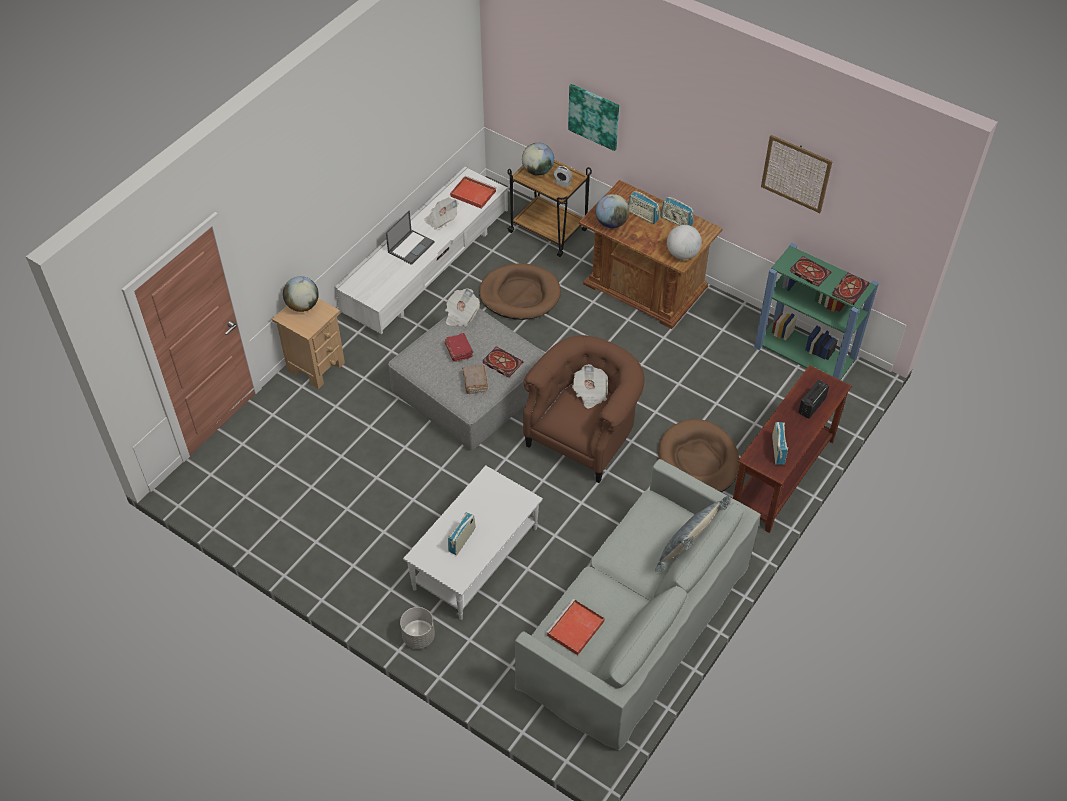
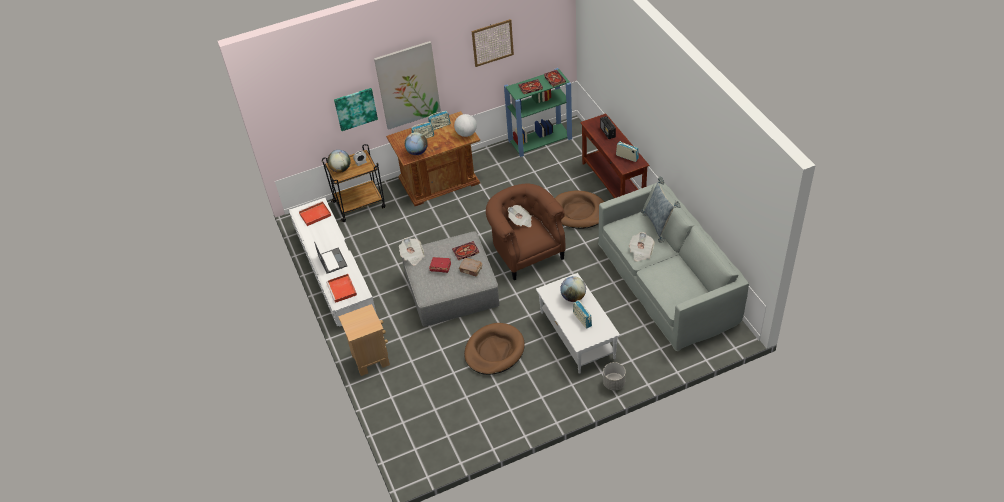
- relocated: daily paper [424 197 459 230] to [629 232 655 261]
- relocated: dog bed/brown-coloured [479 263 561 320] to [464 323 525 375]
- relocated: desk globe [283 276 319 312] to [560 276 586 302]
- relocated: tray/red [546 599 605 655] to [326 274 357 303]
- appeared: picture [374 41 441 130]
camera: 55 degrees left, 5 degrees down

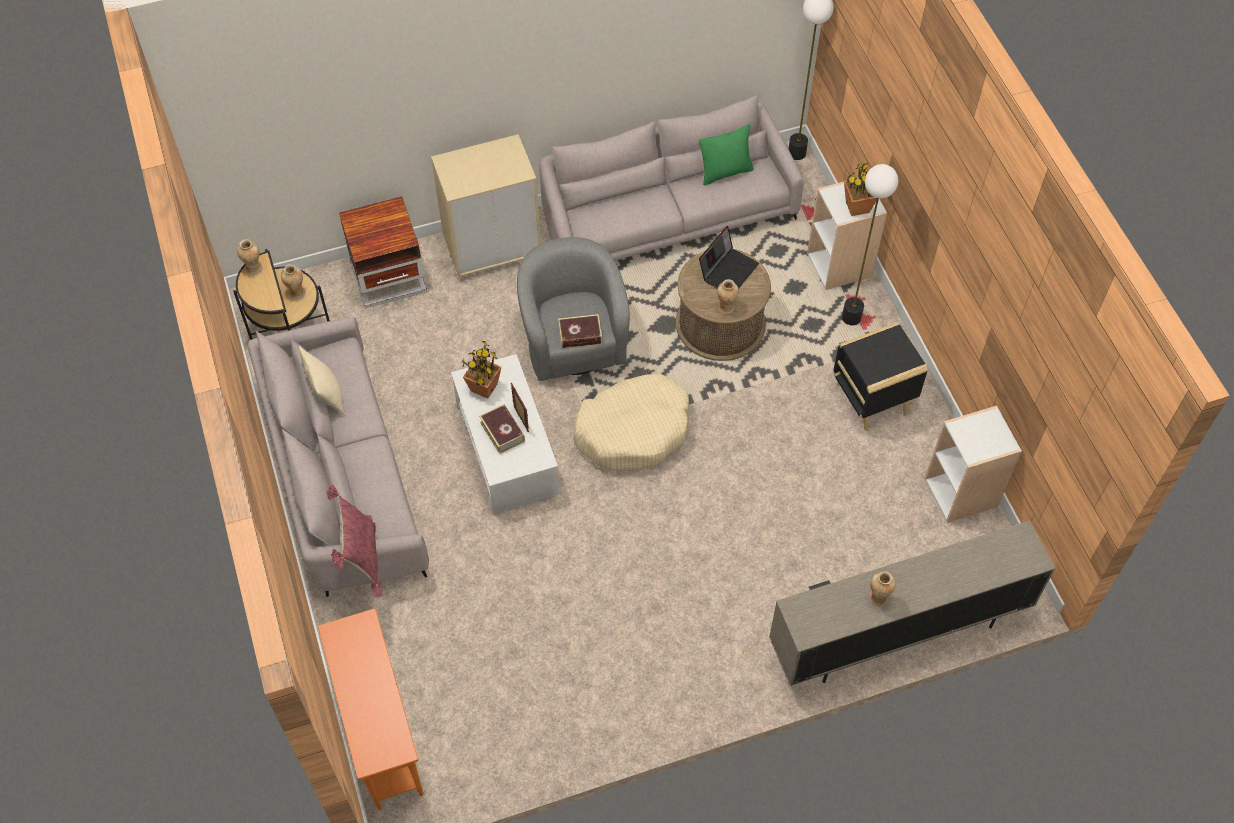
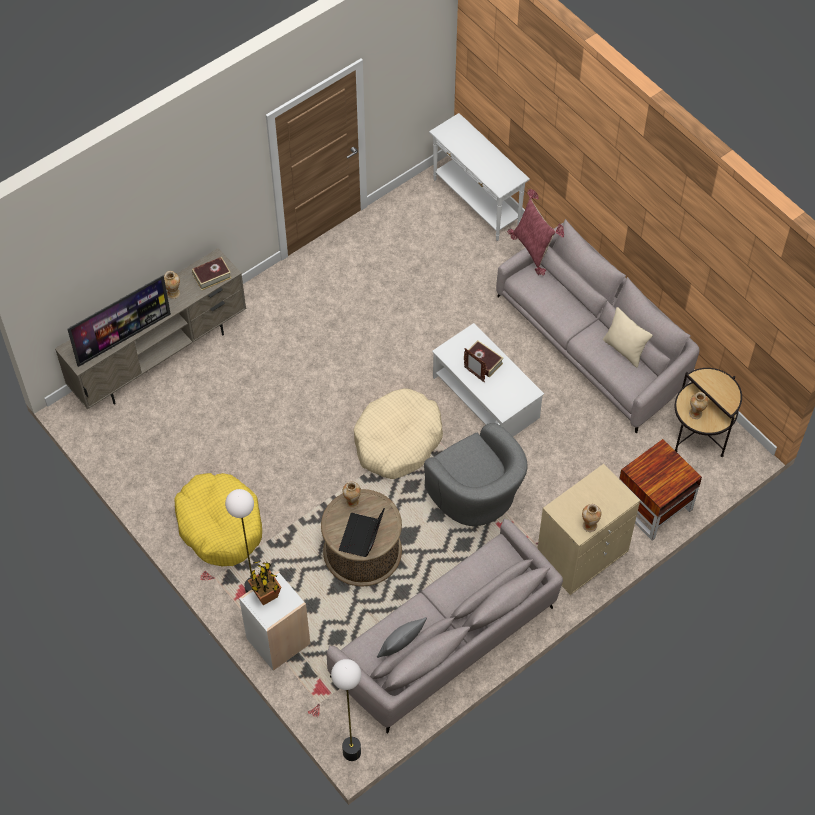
- colour: pillow/green [699 124 753 186] to pillow/gray [377 617 427 658]
- relocated: flower vase [237 239 262 275] to [582 504 601 532]
- relocated: book [558 314 602 348] to [192 257 231 290]
- exchanged: side table/blackish [833 322 928 431] to dog bed/yellow-coloured [174 473 262 566]
- missing: houseplant [462 341 502 399]
- missing: bookcase [925 406 1022 523]
- colour: narrow table/orange-coloured [318 608 423 810] to narrow table/white [429 113 530 241]
- appeared: TV [68 275 171 367]
camera: 160 degrees right, 0 degrees up

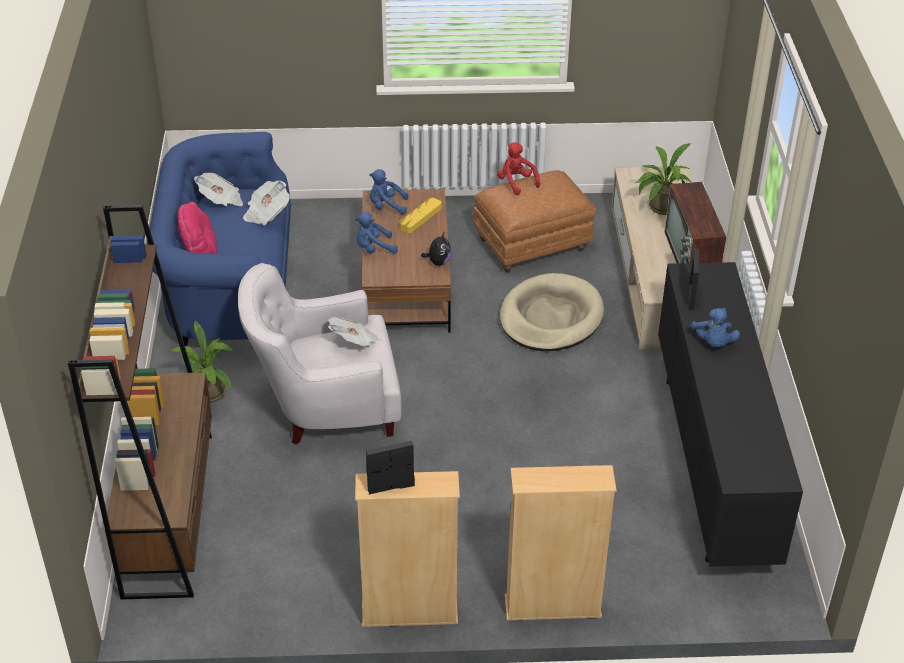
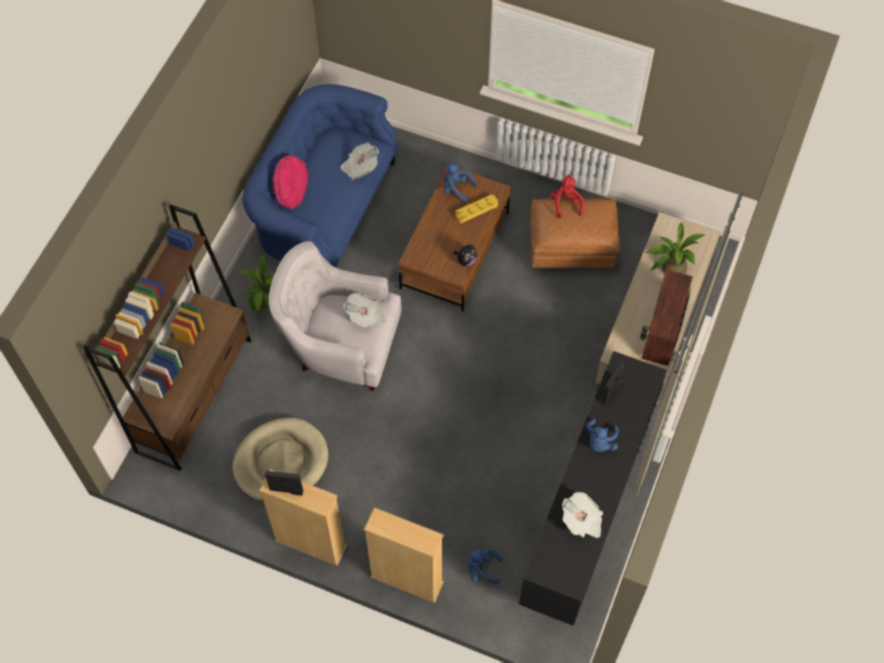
- relocated: daily paper [194 173 243 206] to [562 492 603 538]
- relocated: cuddly toy/blue-coloured [355 212 398 254] to [467 549 503 584]
- relocated: dog bed/sand-coloured [500 273 604 351] to [232 418 328 502]
camera: 25 degrees right, 20 degrees up

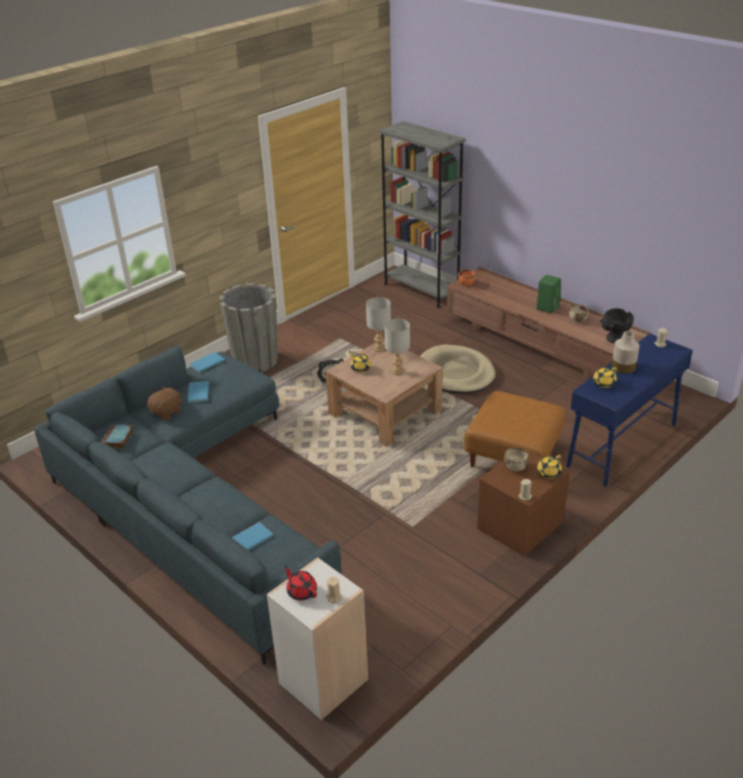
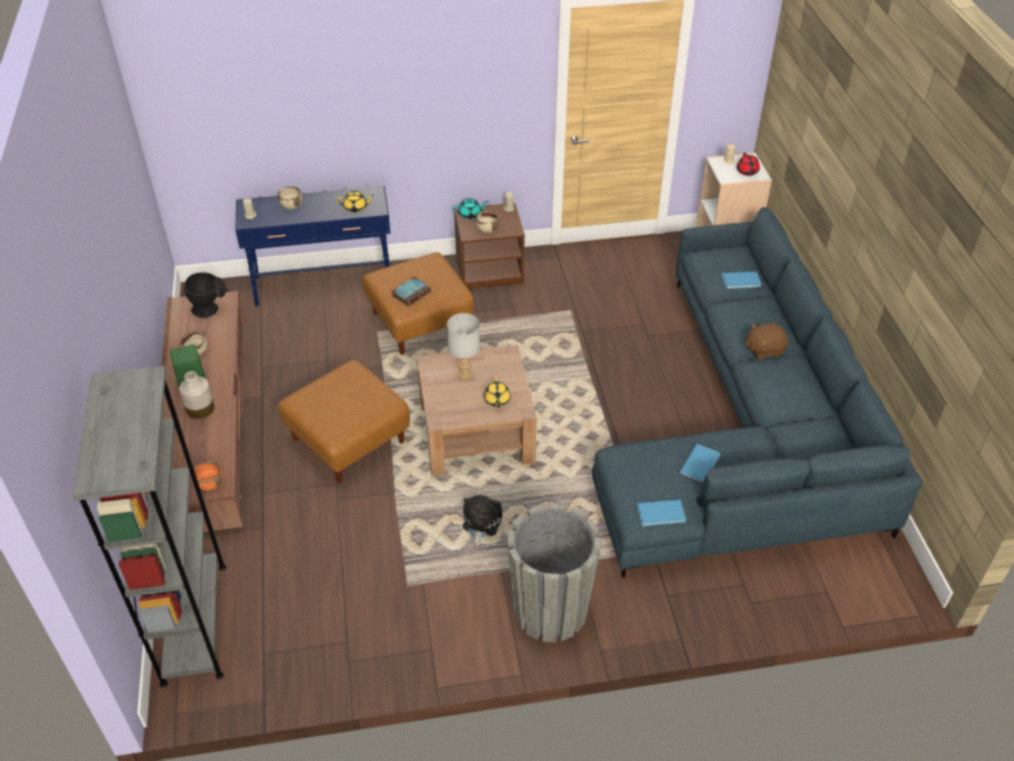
- missing: table lamp/gray [366 297 391 352]
- relocated: flower vase/sand-coloured [612 331 640 374] to [179 371 215 419]
- exchanged: dog bed/sand-coloured [420 345 496 394] to footrest/brown-coloured [278 360 410 484]
- relocated: cuddly toy/brown-coloured [147 386 182 420] to [745 323 788 360]
- relocated: book [102 424 133 449] to [392 277 431 307]
- colour: tea pot/yellow-coloured [537 455 562 479] to tea pot/turquoise [453 198 489 219]
- appeared: bowl/sand-coloured [278 186 302 210]
camera: 145 degrees left, 10 degrees up

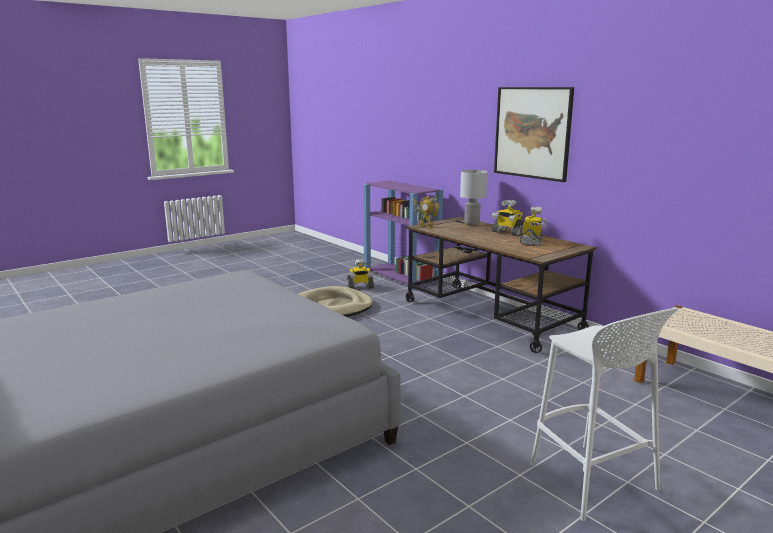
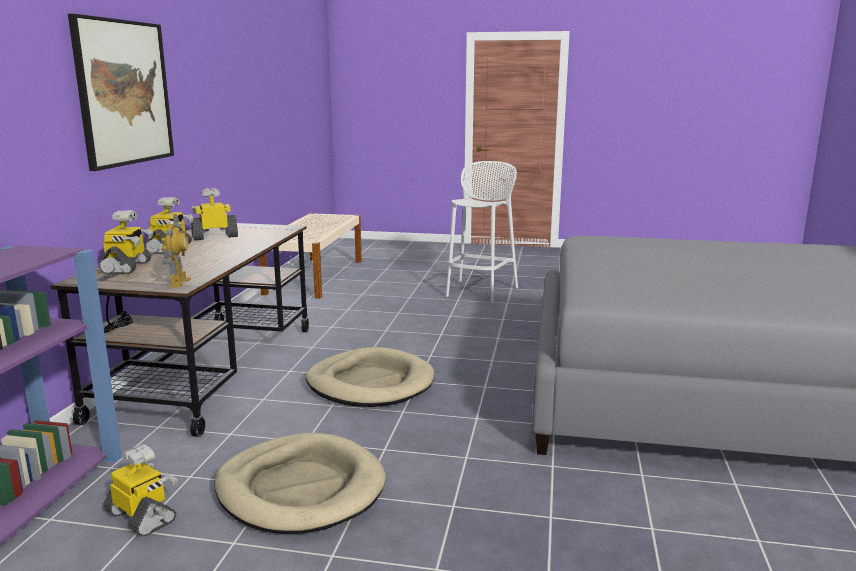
- exchanged: table lamp/gray [460 170 487 225] to robot figure [98 210 153 274]
- appeared: dog bed/sand-coloured [305 347 435 407]
camera: 130 degrees left, 0 degrees up

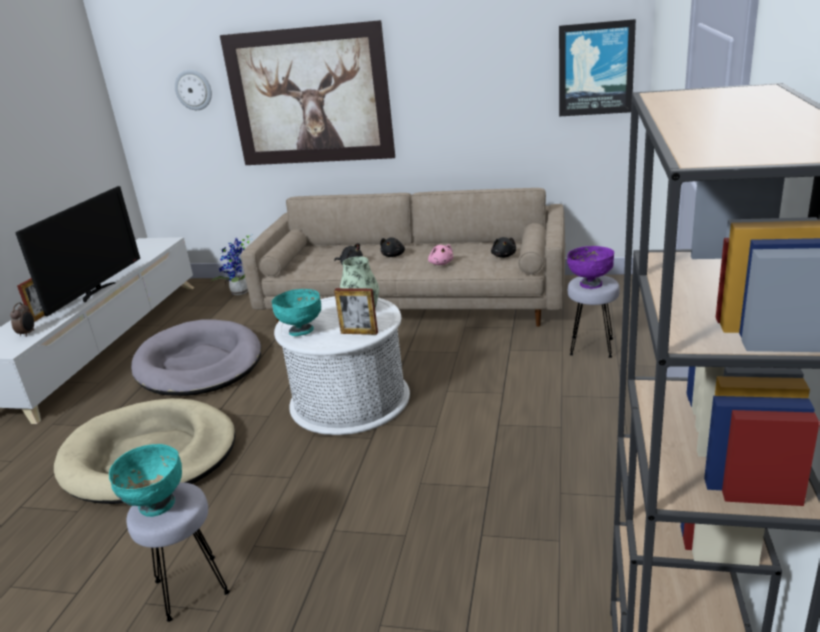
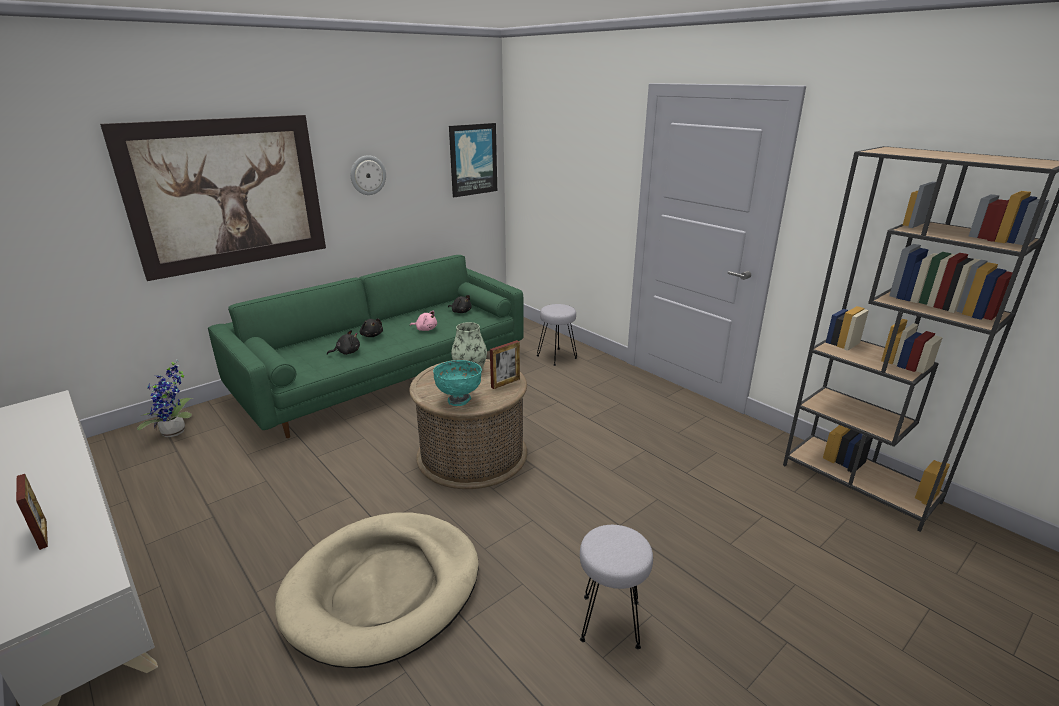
- relocated: clock on the wall [175 70 212 110] to [351 155 386 195]
- missing: TV [15 186 140 316]
- colour: sofa/sand-coloured [241 188 565 327] to sofa/green [208 255 524 438]
- missing: bowl/purplish [567 246 614 289]
- colour: low table/white [274 296 410 435] to low table/brown-coloured [410 359 527 489]
- missing: bedside clock [10 302 34 337]
- missing: dog bed/gray [131 319 261 396]
- missing: bowl/turquoise [109 444 182 517]
camera: 55 degrees left, 0 degrees up

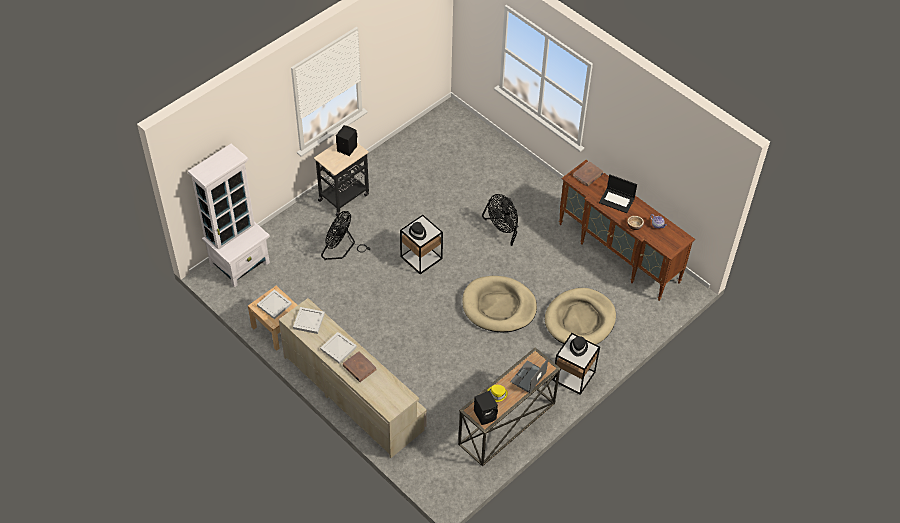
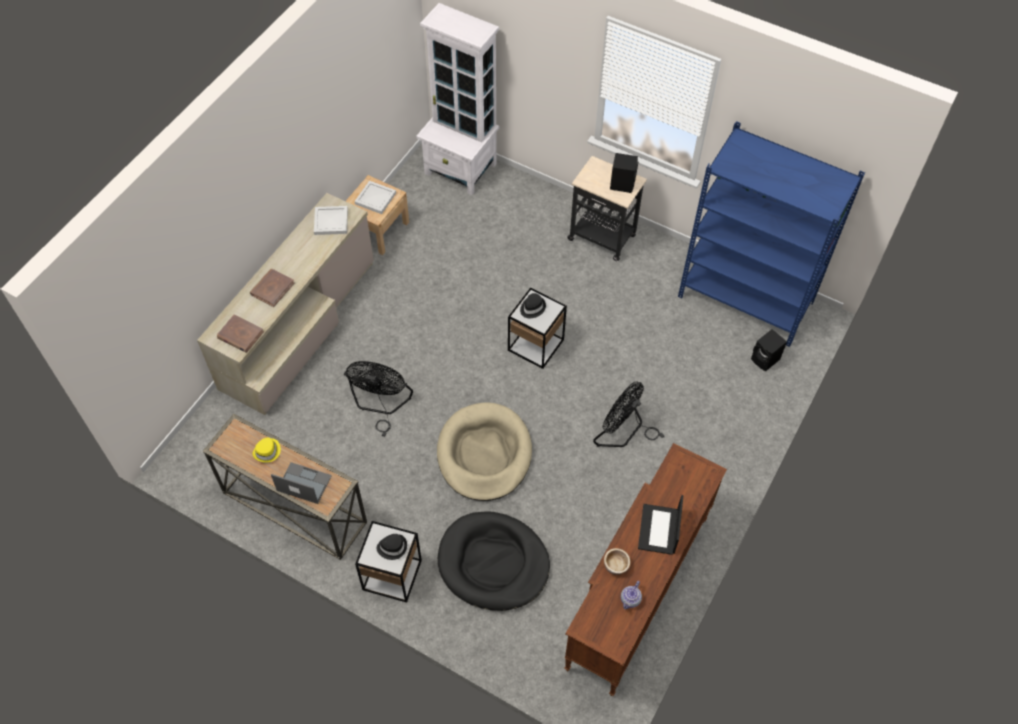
- relocated: book/brown-coloured [573 161 604 186] to [217 315 264 353]
- relocated: fan/blackish [321 211 371 260] to [344 361 413 437]
- colour: dog bed/sand-coloured [545 288 616 345] to dog bed/blackish [438 511 550 611]
- missing: tray/white [320 332 357 364]
- relocated: speaker/blackish [474 391 498 425] to [751 329 787 371]
- appeared: bookcase/blue-coloured [678 121 865 347]
camera: 75 degrees right, 5 degrees up

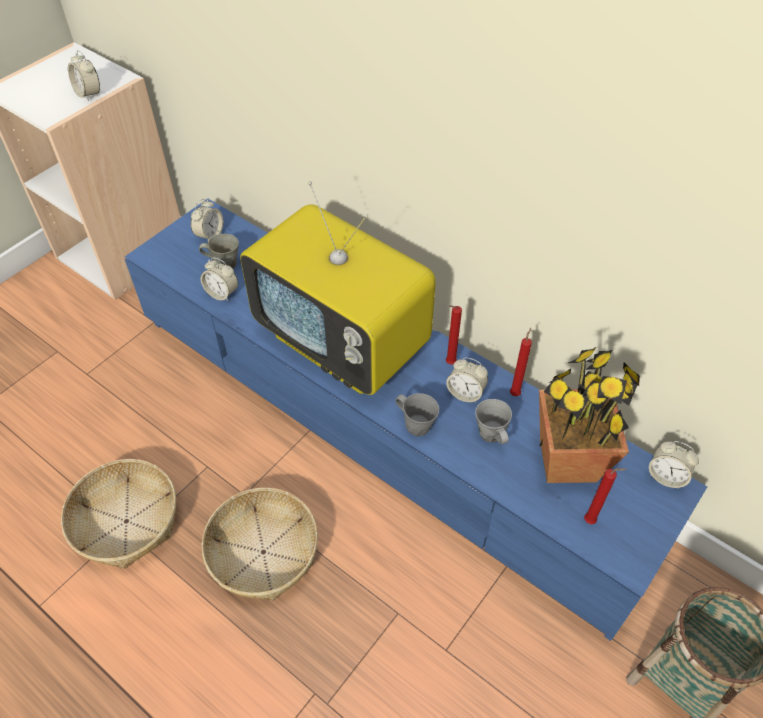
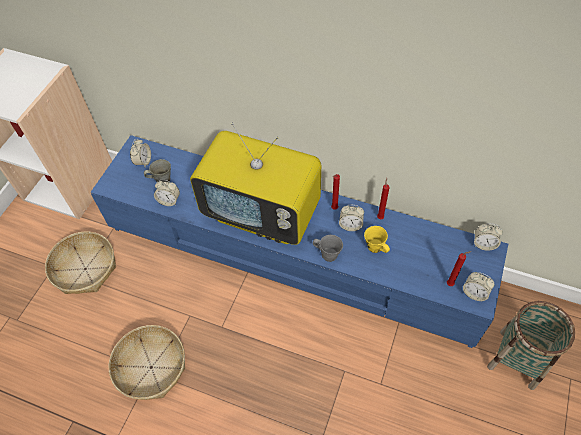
- relocated: bedside clock [68 50 100 101] to [463 272 494 301]
- missing: houseplant [539 347 640 483]
- colour: tea mug/gray [475 399 512 444] to tea mug/yellow-coloured [364 226 390 253]
- relocated: basket [201 488 318 601] to [45 232 116 294]
camera: 15 degrees left, 5 degrees up

